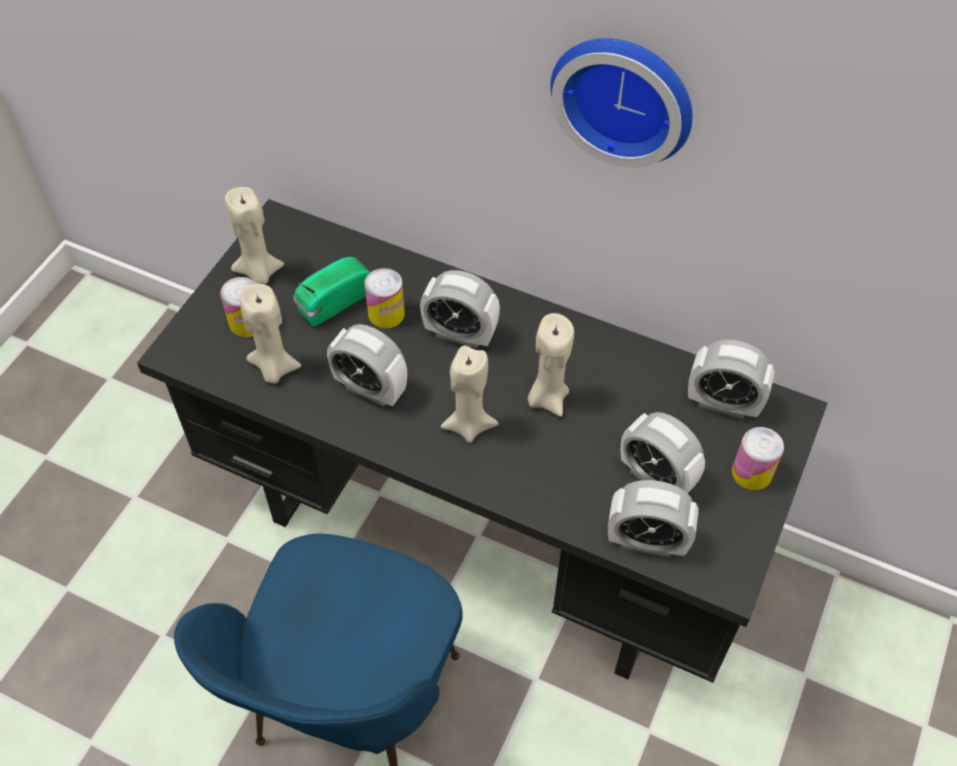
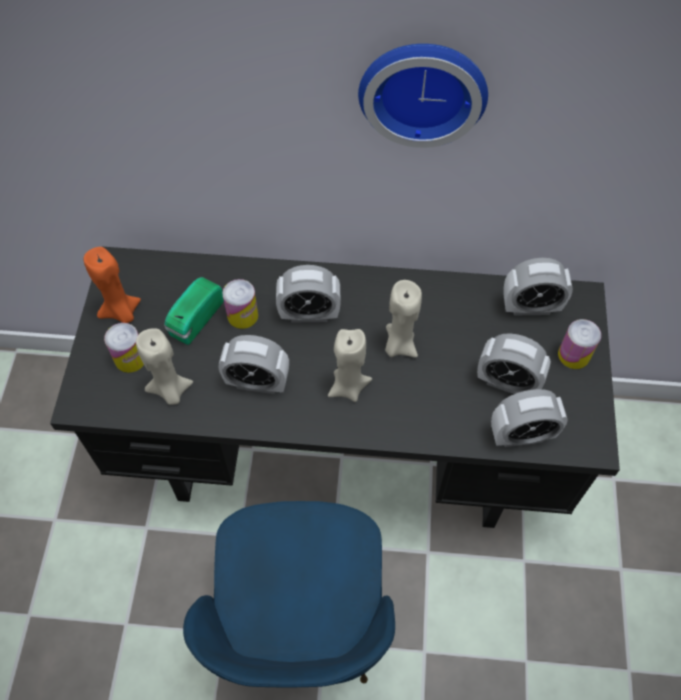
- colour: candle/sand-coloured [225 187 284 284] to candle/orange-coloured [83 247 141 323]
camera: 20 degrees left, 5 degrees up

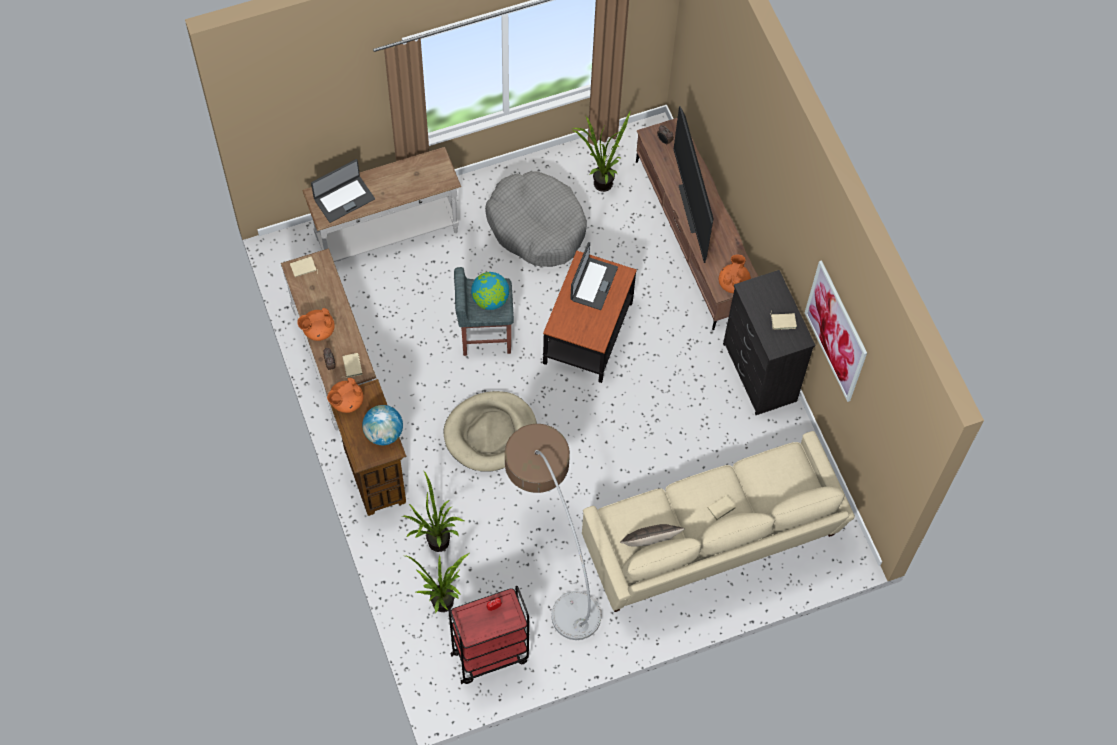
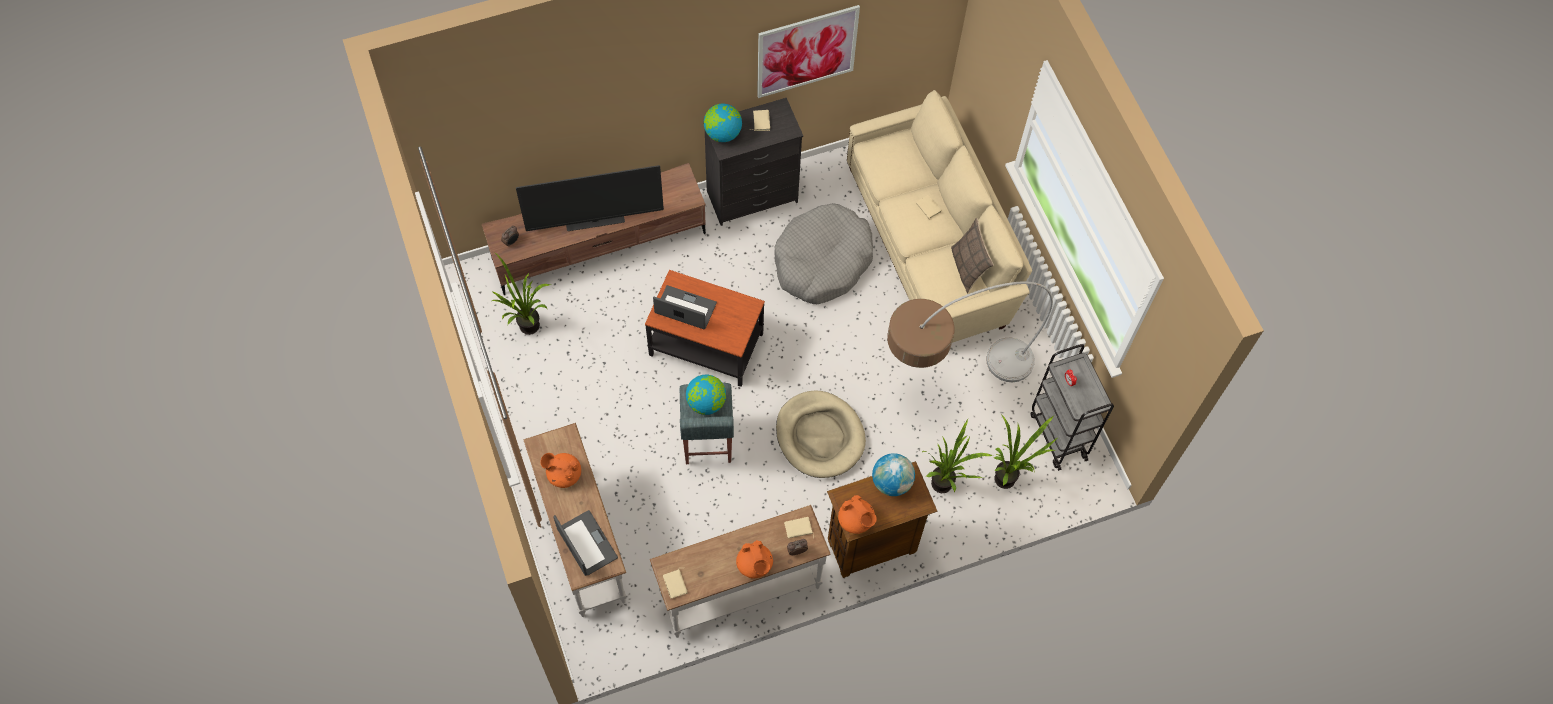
- relocated: dog bed/gray [485 171 587 267] to [774 203 873 304]
- relocated: tea pot/orange-coloured [719 255 751 293] to [540 453 581 488]
- colour: cart/red [448 586 529 685] to cart/gray [1031 344 1114 471]
- appeared: desk globe [704 103 742 142]
camera: 90 degrees left, 0 degrees up

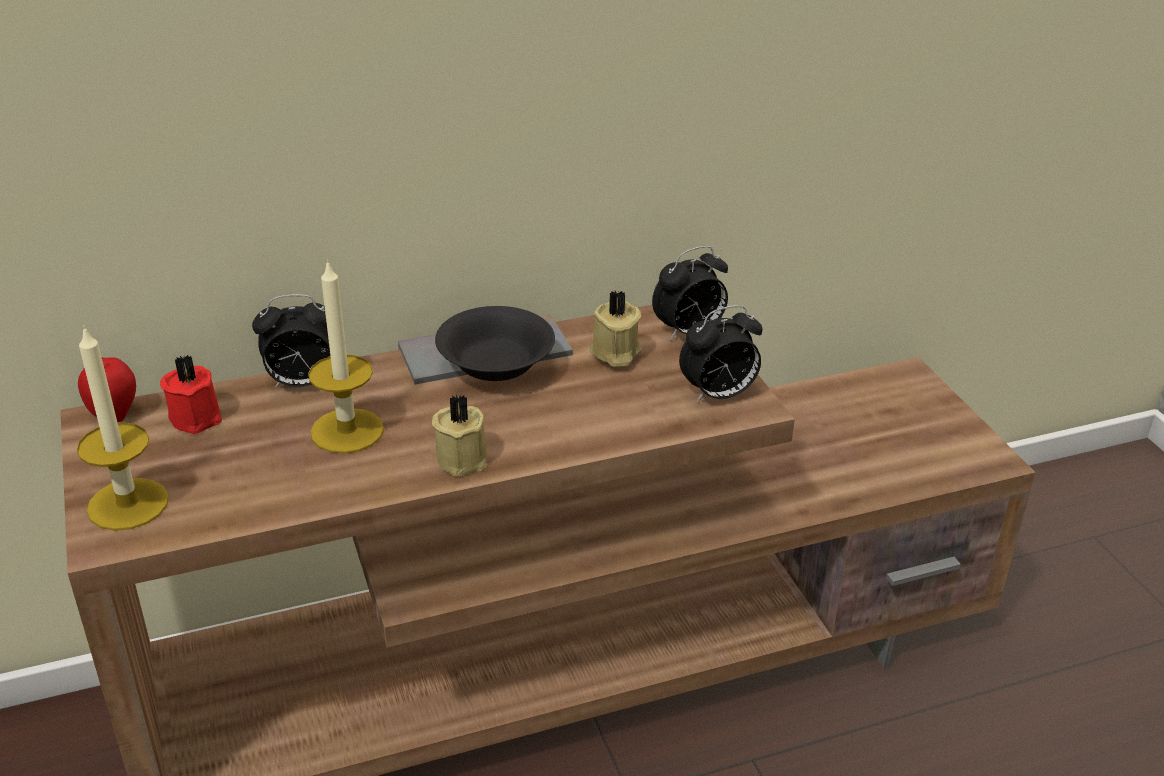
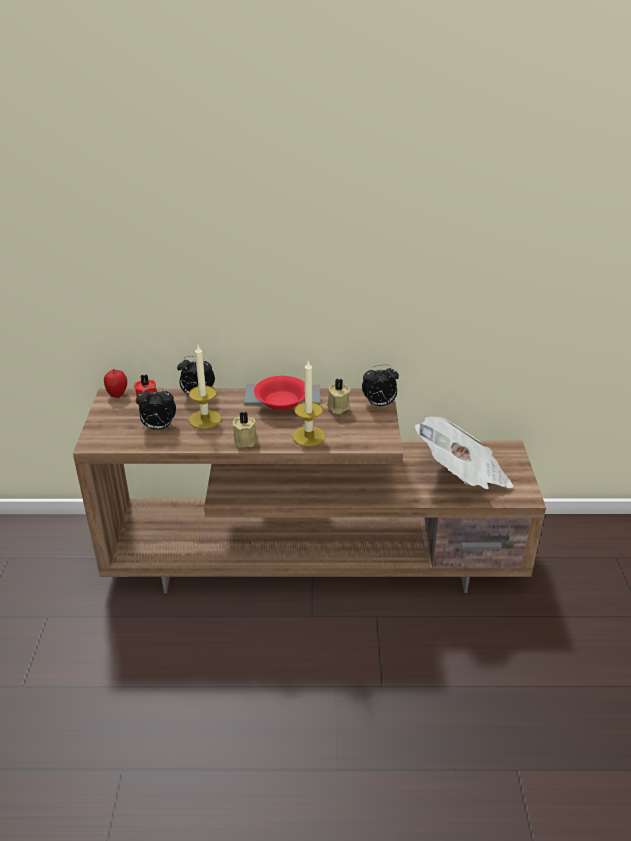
- relocated: bedside clock [679 305 763 403] to [136 387 176 430]
- colour: bowl/blackish [435 306 555 381] to bowl/red [254 376 305 410]
- relocated: candle [77 325 169 531] to [292 360 325 447]
- appeared: daily paper [415 416 514 489]
camera: 20 degrees right, 0 degrees up

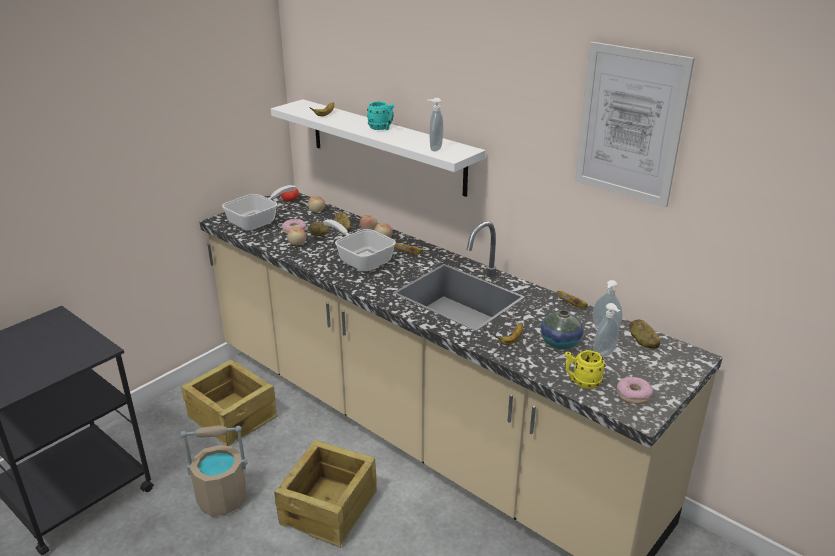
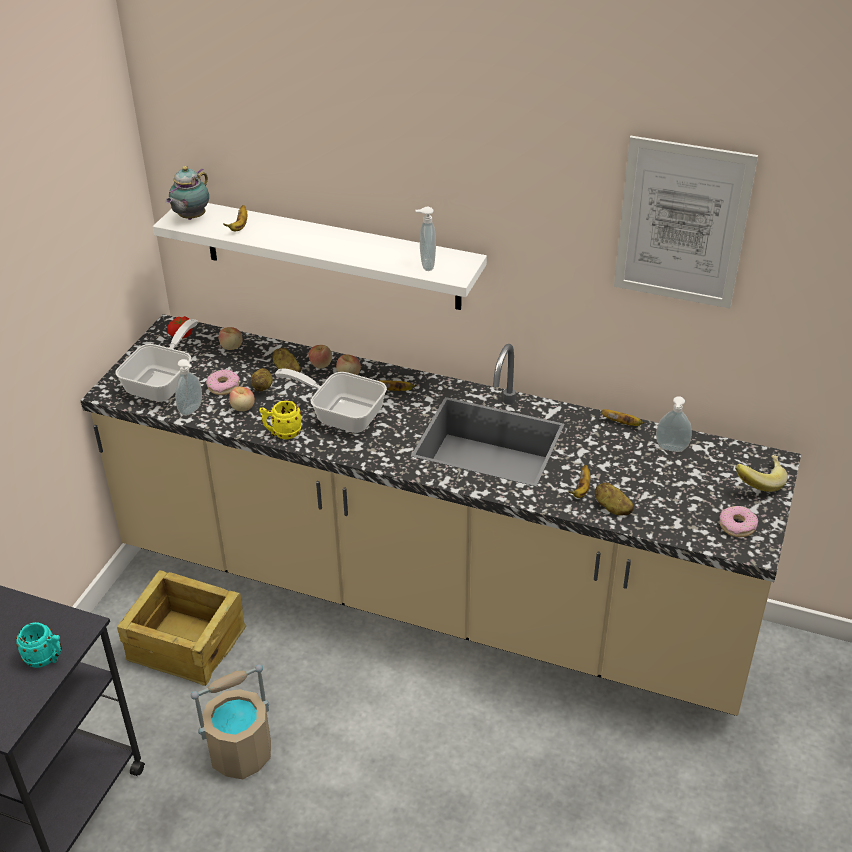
- relocated: tea mug/turquoise [367 101 394 130] to [16 622 62 668]
- relocated: soap bottle [593 303 620 358] to [175 359 202 416]
- missing: flower vase [541 310 584 349]
- relocated: whole potato [629 319 660 349] to [595 482 634 515]
- relocated: tea mug/yellow-coloured [565 350 606 389] to [259 400 302 439]
- missing: crate [274 440 377 548]
- appeared: tea pot [165 166 209 220]
- appeared: banana fruit [735 455 788 492]
camera: 20 degrees left, 10 degrees up

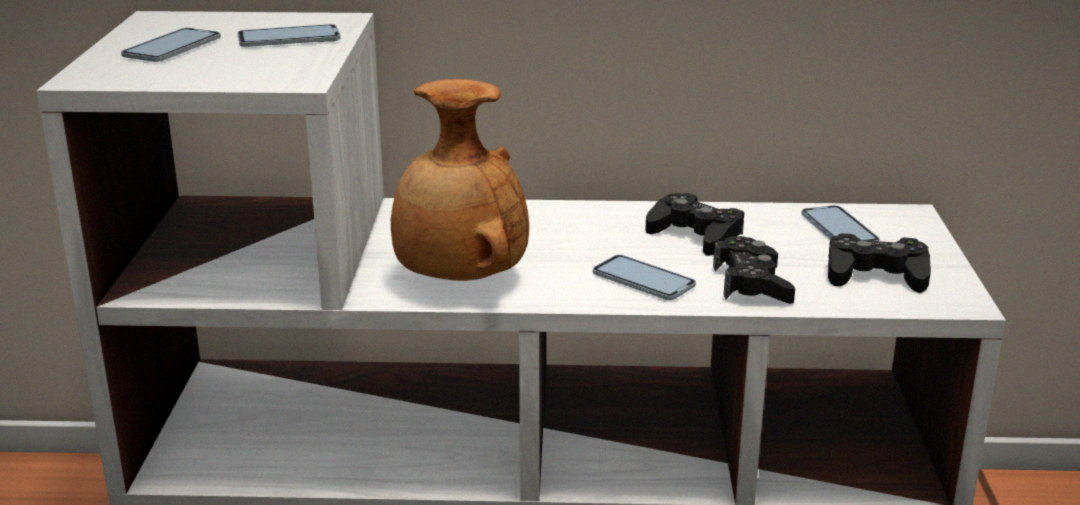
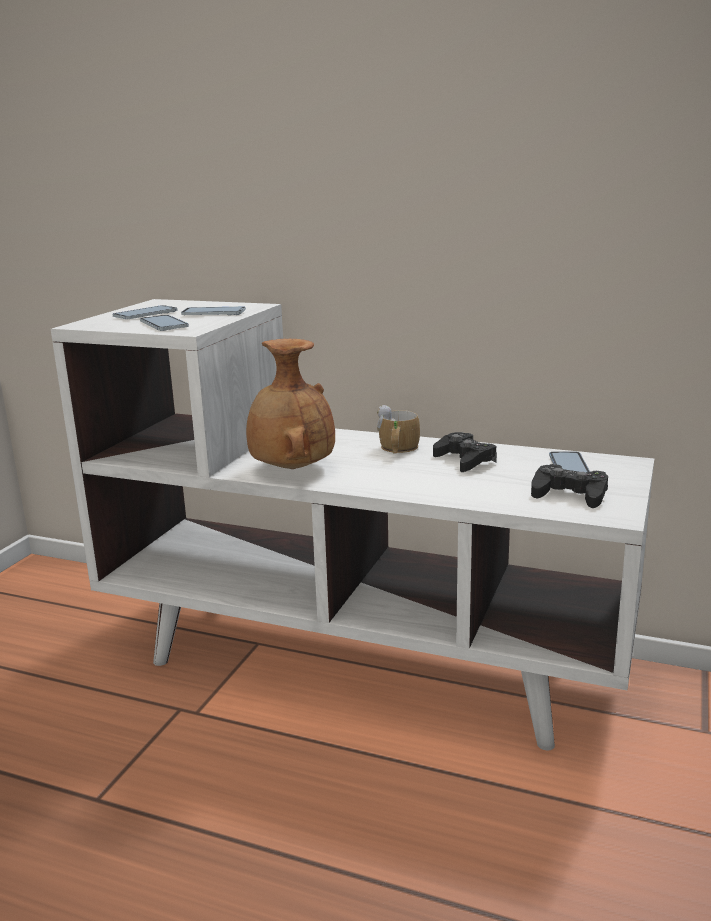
- missing: joypad/blackish [713 236 795 304]
- relocated: handset [593 255 696 300] to [140 315 189 331]
- appeared: tea mug [377 405 420 453]
camera: 20 degrees right, 5 degrees down

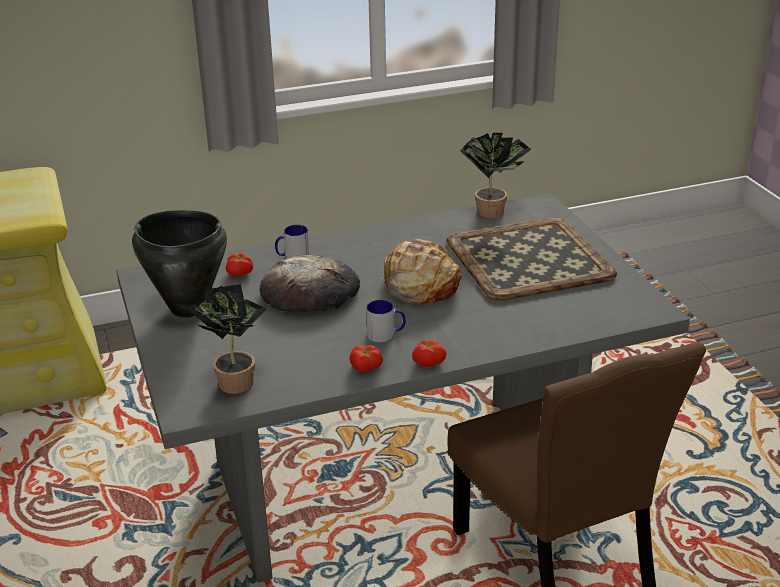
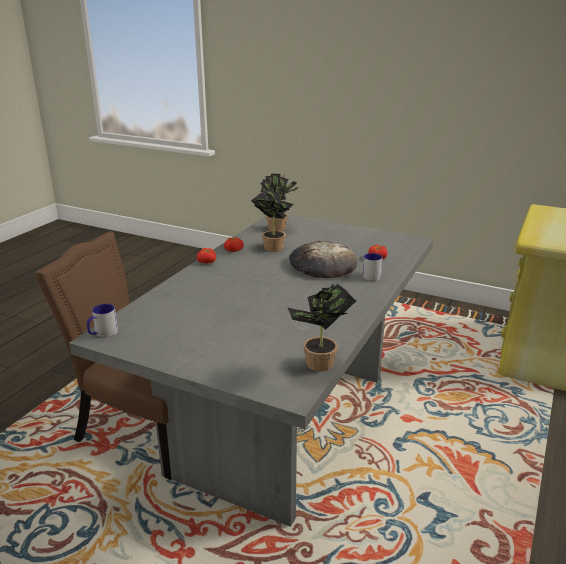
- missing: saucepot/blackish [132 210 227 317]
- missing: tray [446 217 617 301]
- missing: baked bread [381 239 462 304]
- relocated: tea mug [366 300 405 342] to [87 304 118 338]
- appeared: houseplant [251 188 294 252]
camera: 135 degrees right, 5 degrees down

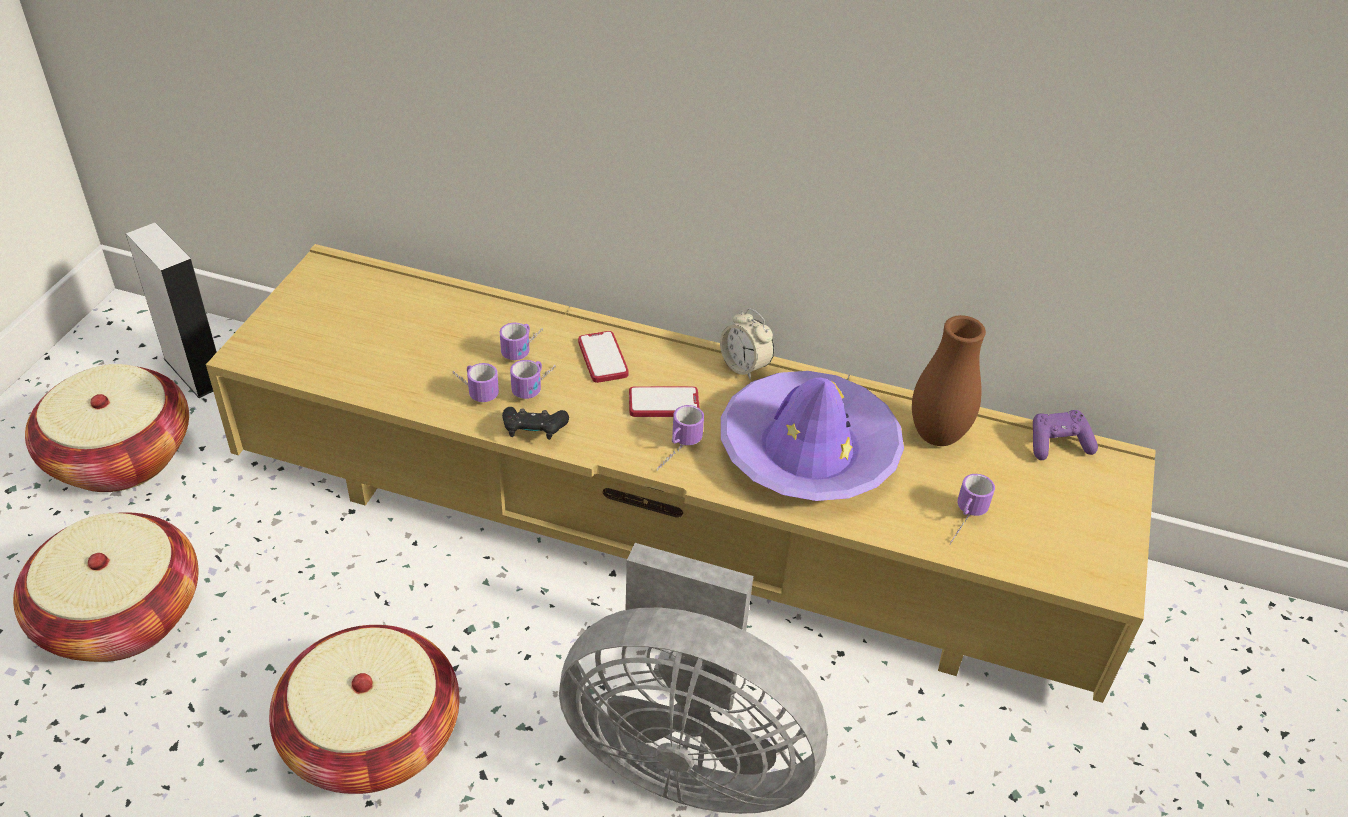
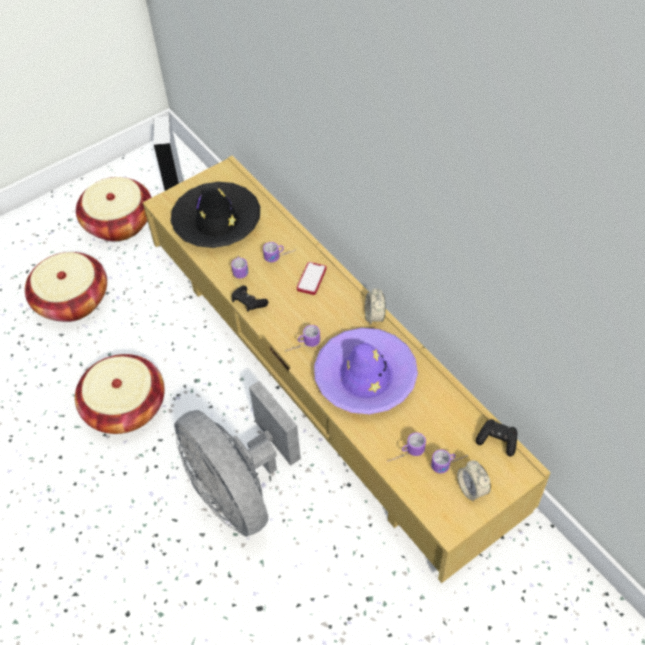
- missing: flower vase/brown-coloured [912 315 986 446]
- relocated: tea mug [510 360 556 399] to [431 449 468 473]
- missing: handset [629 386 700 417]
- colour: joypad/purplish [1033 410 1098 460] to joypad/blackish [476 419 517 457]
- appeared: hat/blackish [171 182 260 248]
- appeared: bedside clock [457 460 491 501]
camera: 40 degrees right, 10 degrees up

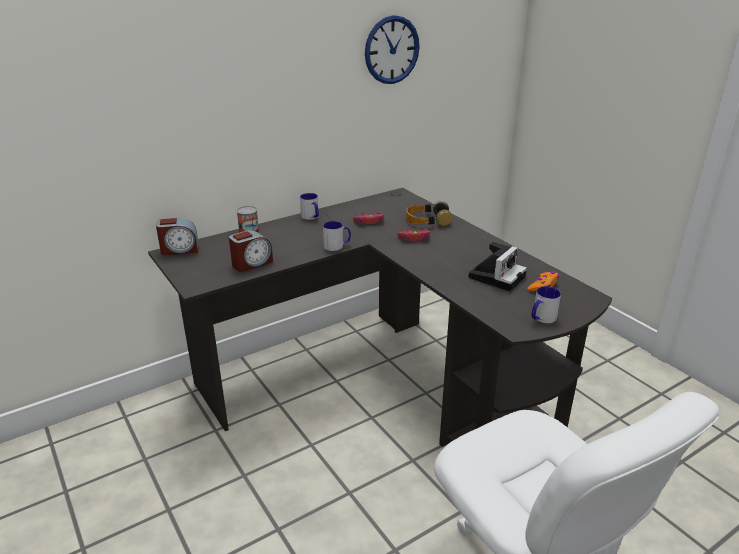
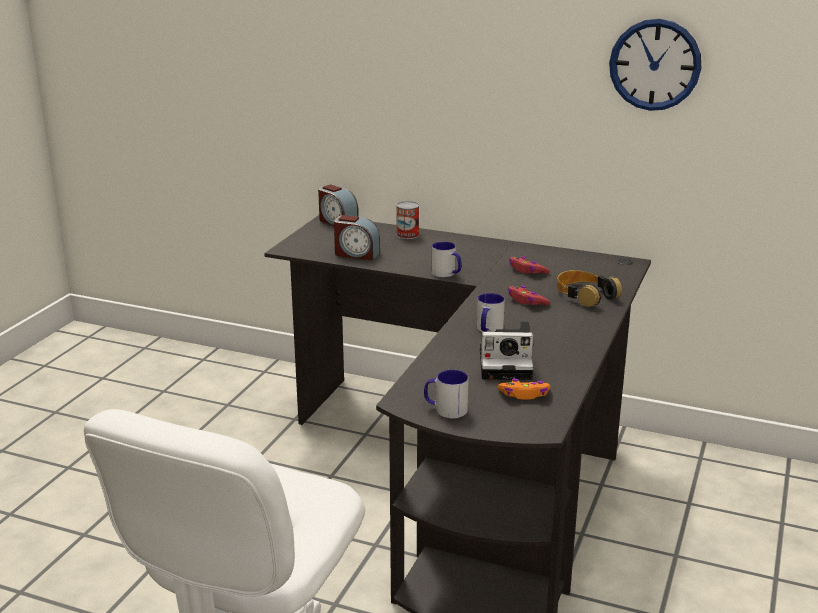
- relocated: tea mug [300 193 319 220] to [477 293 505 332]
camera: 55 degrees right, 5 degrees down

